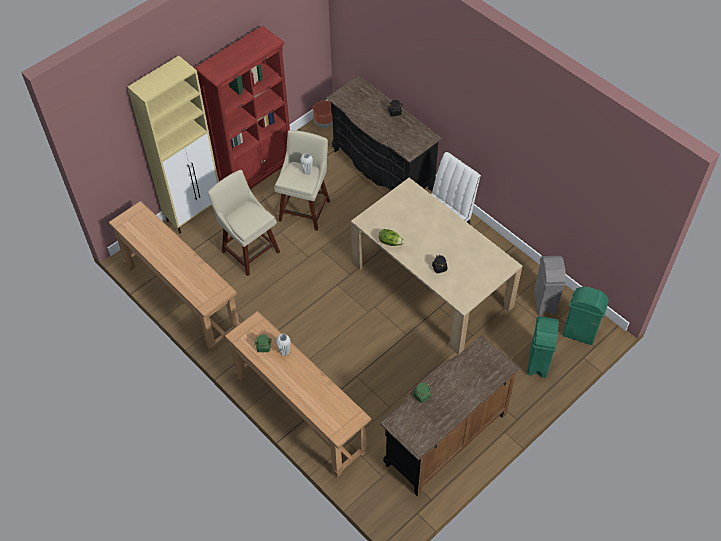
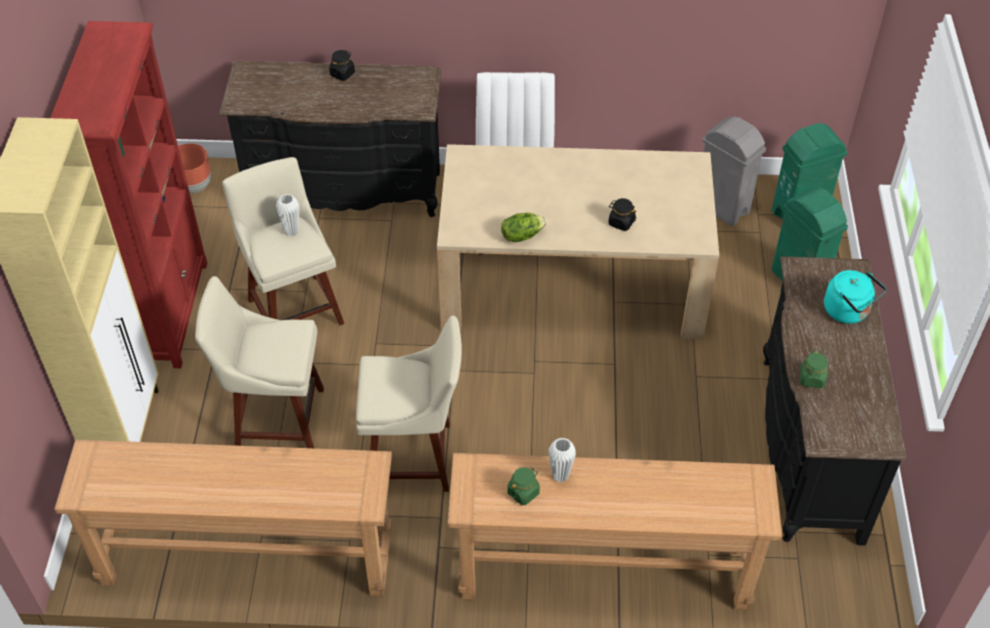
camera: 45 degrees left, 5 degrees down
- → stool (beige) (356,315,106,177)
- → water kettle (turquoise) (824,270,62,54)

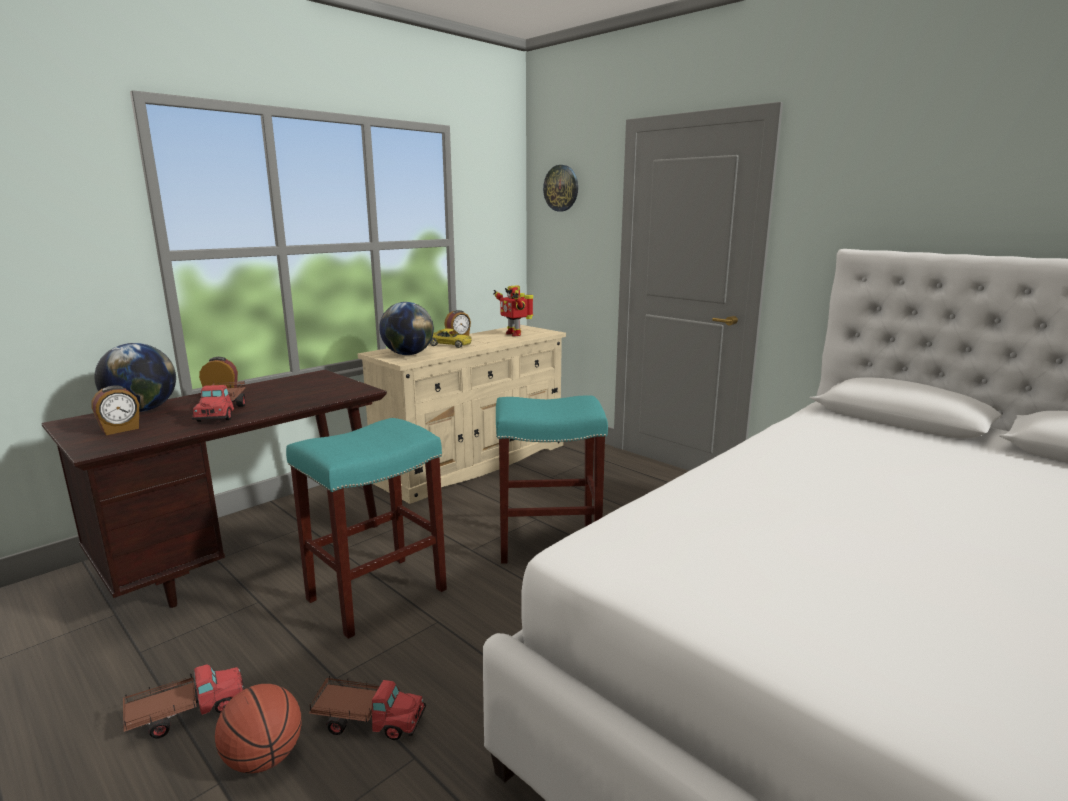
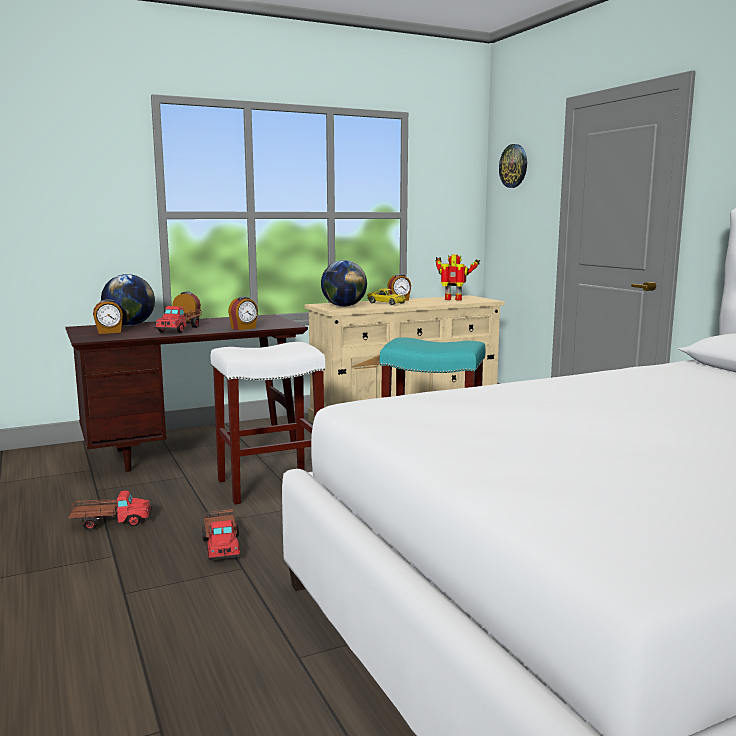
camera: 20 degrees right, 5 degrees down
toy truck (309,676,117,64) → toy truck (202,508,39,52), 45 degrees clockwise
stool (turquoise) (286,418,161,221) → stool (white-coloured) (211,342,115,162)
- → table clock (228,296,30,34)
model robot (493,285,40,51) → model robot (436,254,44,47), 120 degrees clockwise
ball for basketball (215,684,87,89) → -

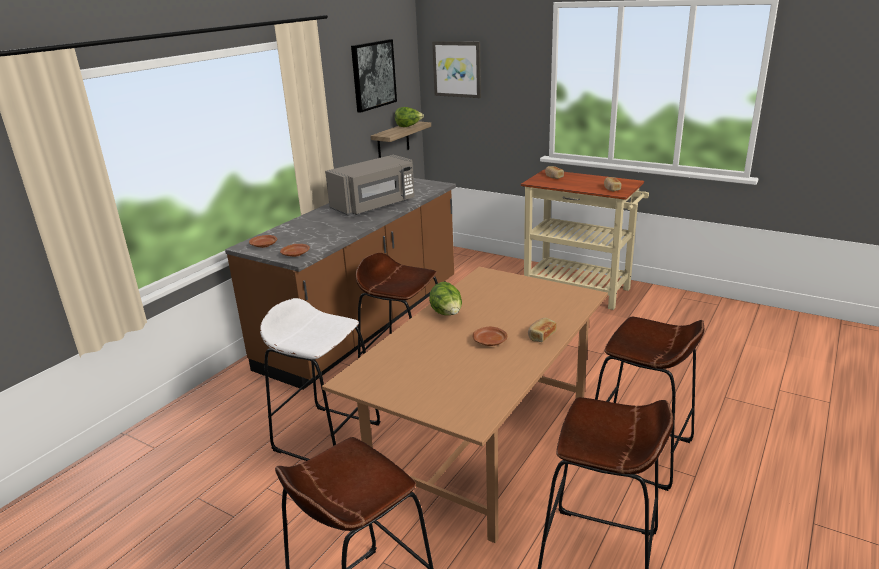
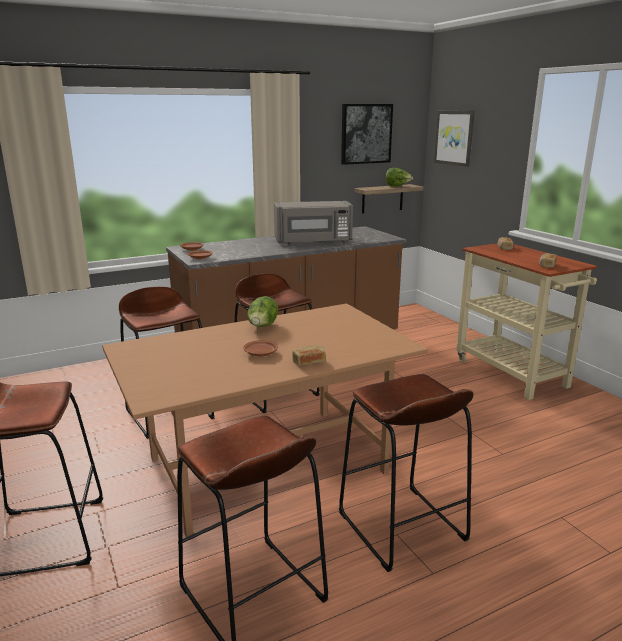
camera: 30 degrees right, 5 degrees down
stool (white-coloured) (260,298,120,163) → stool (brown-coloured) (119,287,96,152)

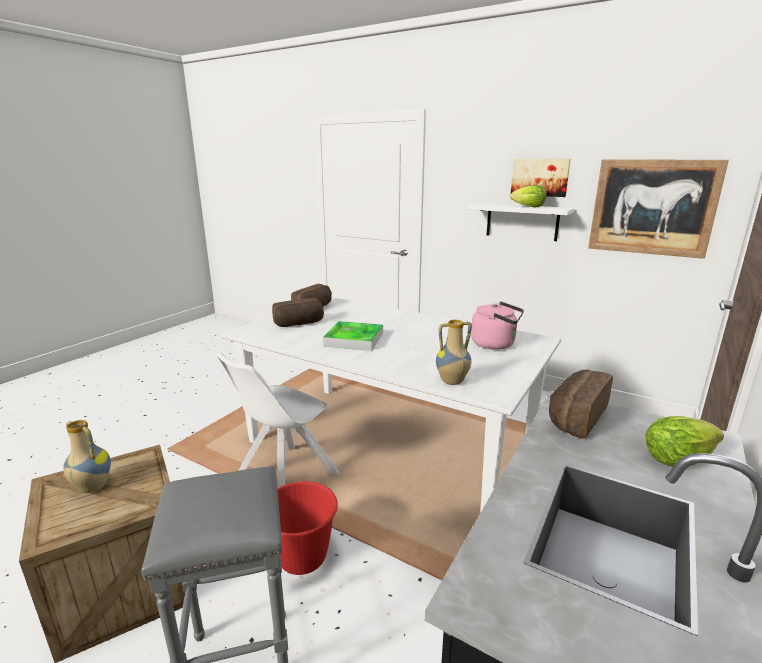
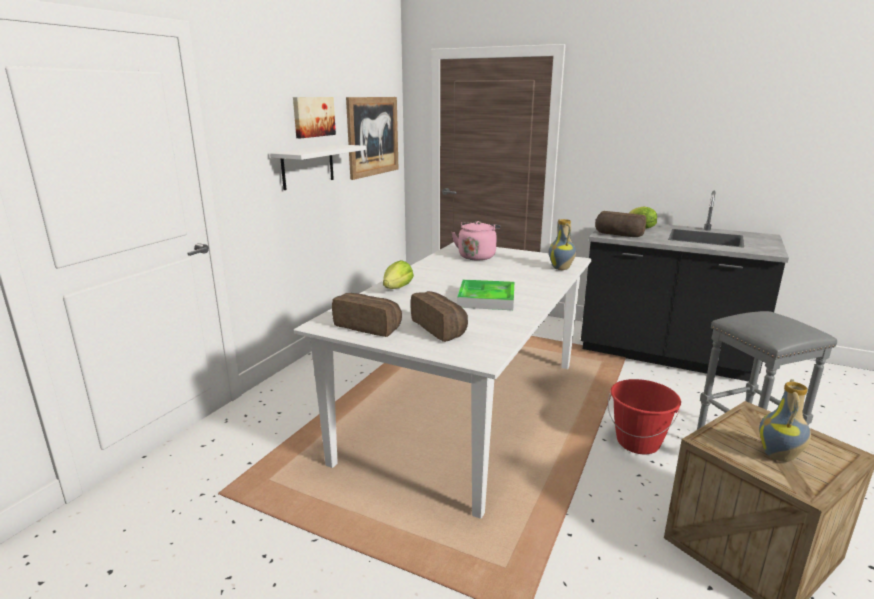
camera: 95 degrees left, 0 degrees up
lettuce head (510,185,36,22) → lettuce head (383,260,31,29), relocated
chair (white-coloured) (216,352,123,135) → -

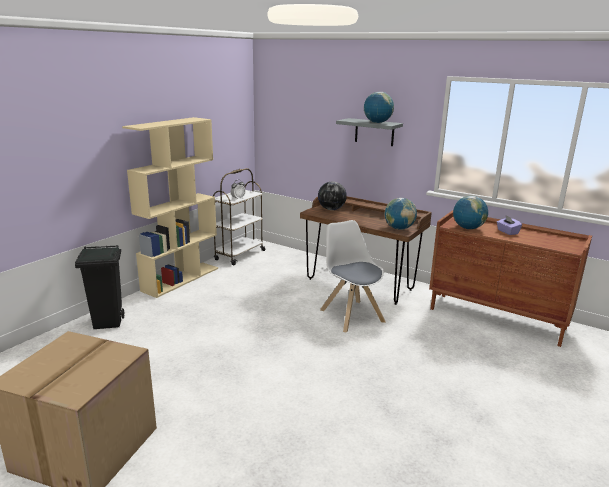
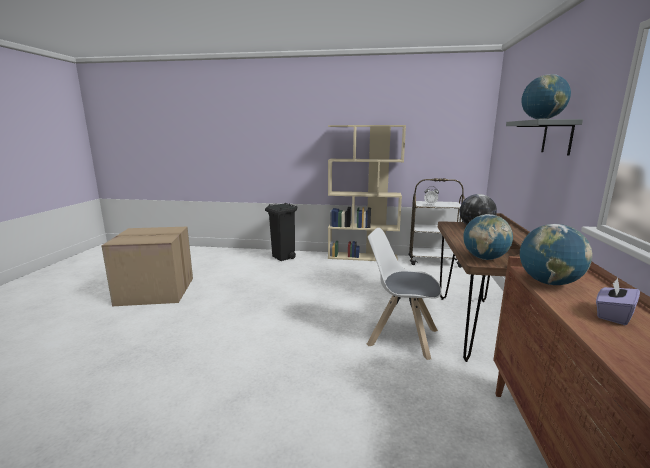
camera: 65 degrees right, 5 degrees down
chair (320,220,66,113) → chair (367,228,74,132), 105 degrees counterclockwise

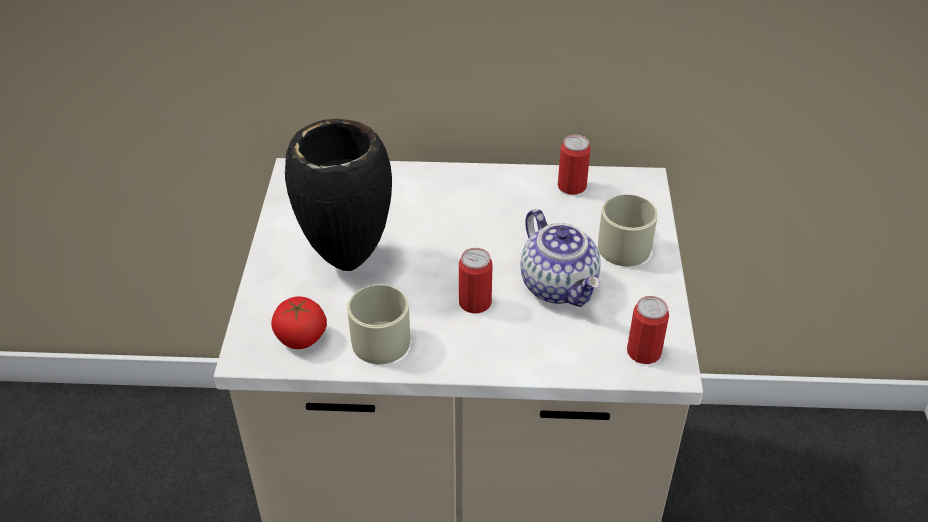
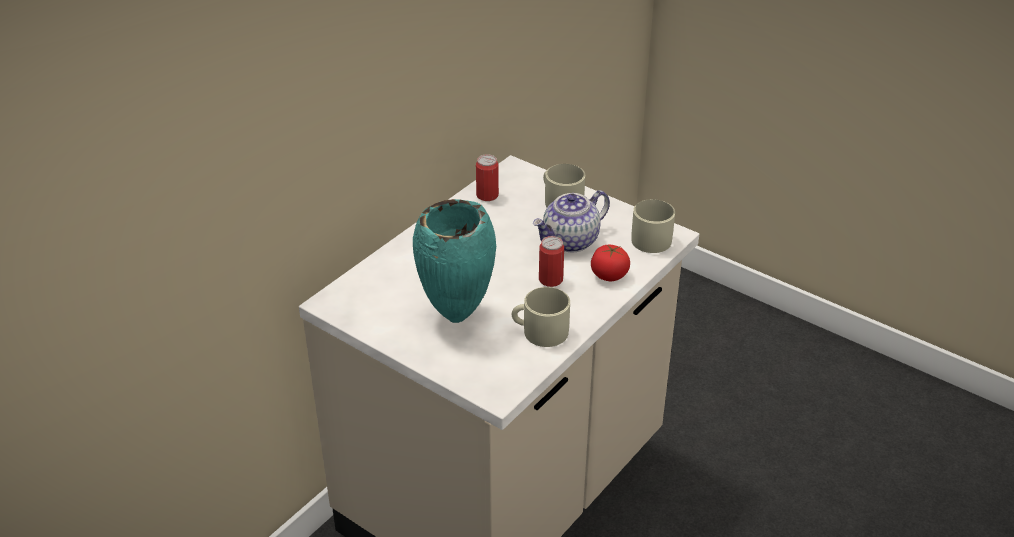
camera: 55 degrees left, 5 degrees down
decorative vase (black-coloured) (285,119,107,152) → decorative vase (turquoise) (413,199,83,124)
tea pot (520,209,81,98) → tea pot (532,190,78,62), 135 degrees clockwise
tomato (271,297,56,52) → tomato (591,245,39,36), relocated
metal can (627,296,42,68) → coffee mug (beige) (631,199,44,54)

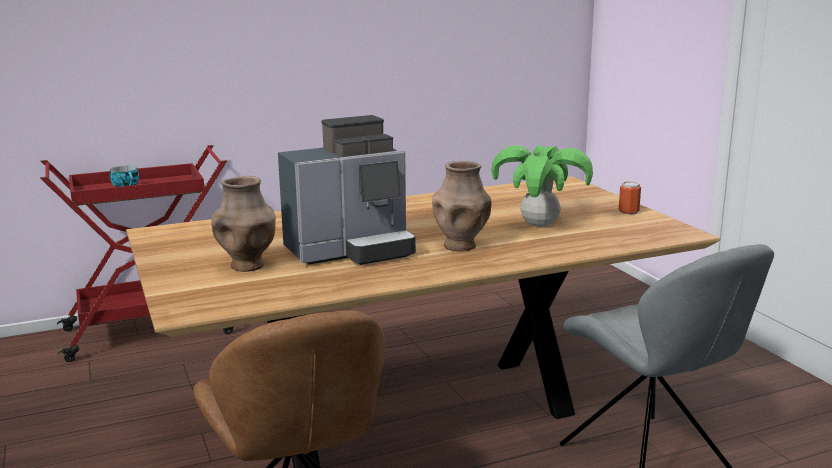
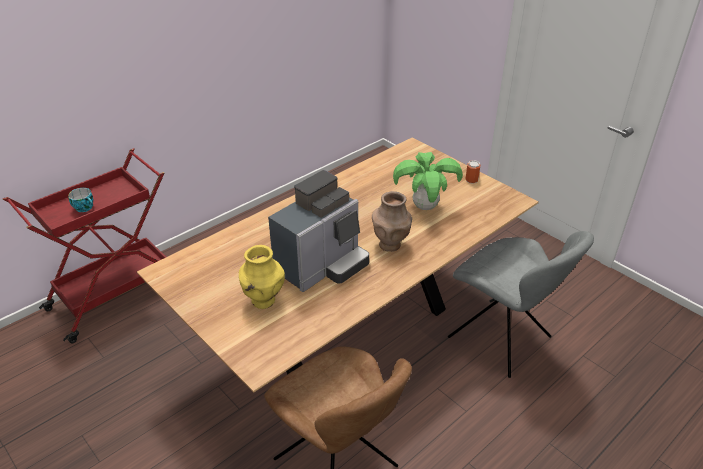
camera: 20 degrees left, 20 degrees up
decorative vase (brown-coloured) (211,176,65,96) → decorative vase (yellow-coloured) (239,245,46,64)

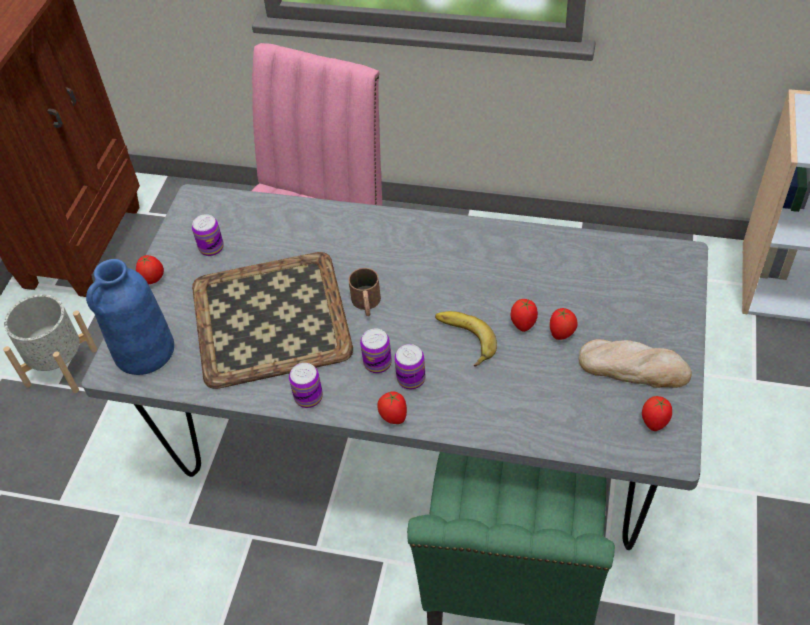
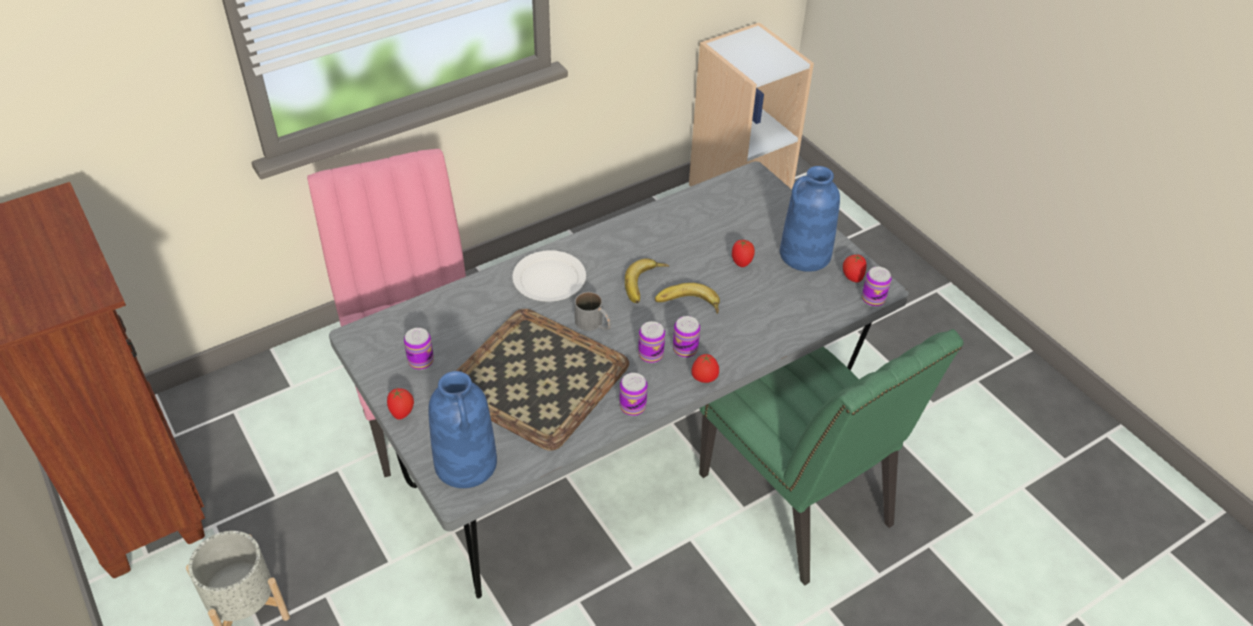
camera: 50 degrees left, 5 degrees down
- → dinner plate (white-coloured) (512,250,74,51)
coffee mug (brown-coloured) (348,268,33,48) → coffee mug (gray) (575,292,36,39)
- → banana fruit (625,258,44,45)
bakery bread (578,339,114,49) → decorative vase (blue-coloured) (780,166,60,106)
- → metal can (862,267,30,40)
tomato (511,299,27,33) → -

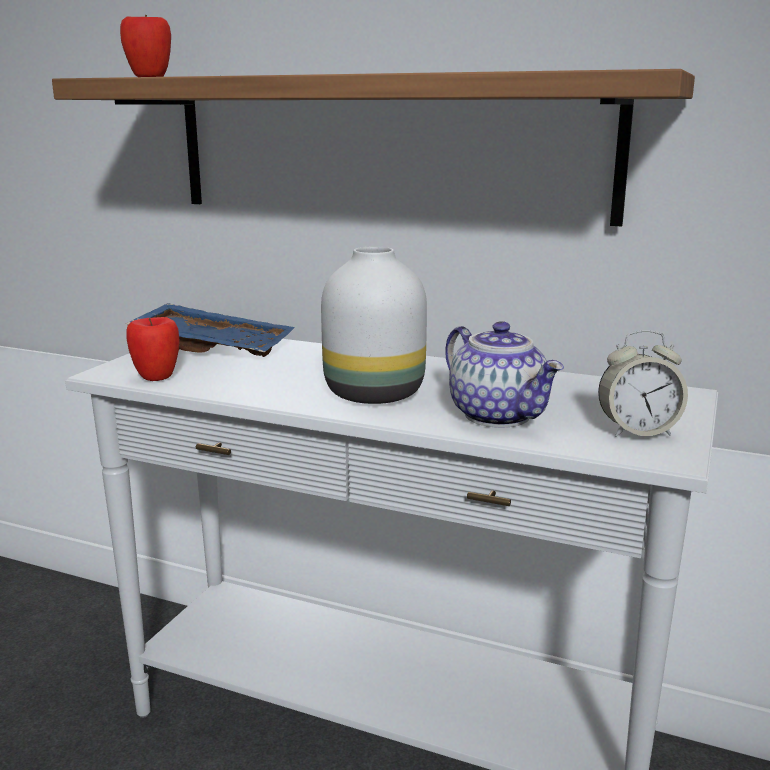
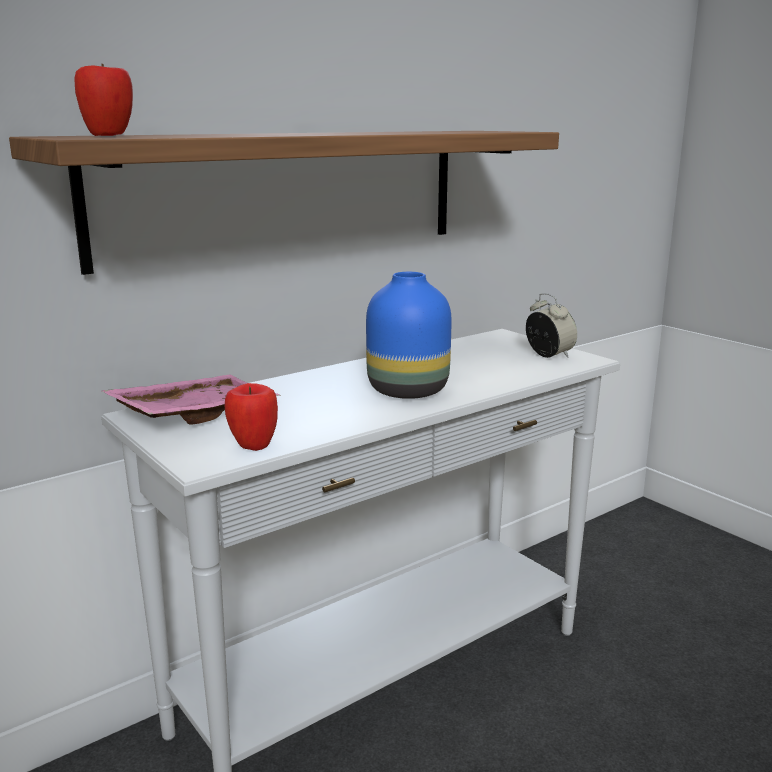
camera: 60 degrees left, 0 degrees up
serving tray (blue-coloured) (126,303,169,54) → serving tray (pinkish) (102,375,180,49)
decorative vase (white-coloured) (321,246,106,158) → decorative vase (blue-coloured) (366,272,86,127)
table clock (598,330,90,107) → table clock (526,293,51,65), 60 degrees counterclockwise
tea pot (445,321,119,107) → -

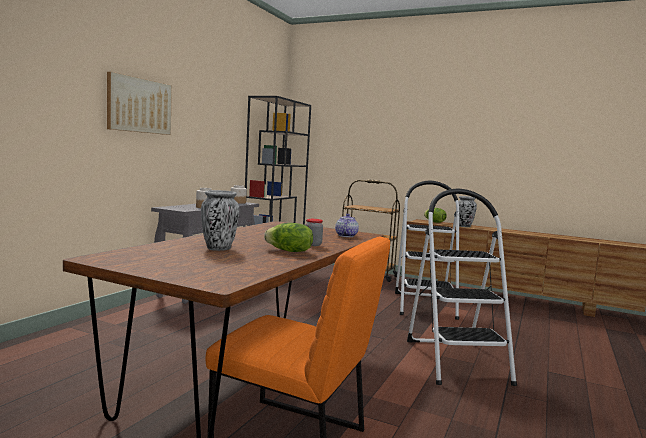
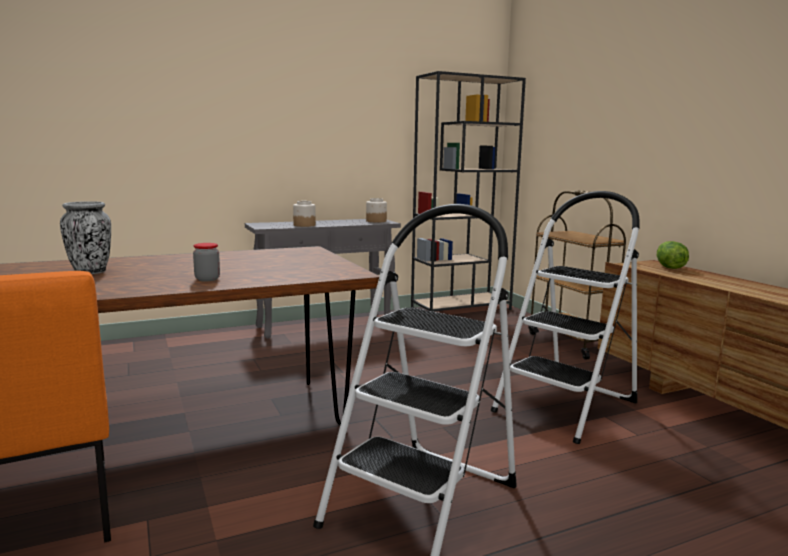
camera: 40 degrees right, 5 degrees up
wall art (107,72,65,63) → -
lettuce head (264,223,49,29) → -
tea pot (335,214,24,23) → -
decorative vase (458,196,19,31) → -

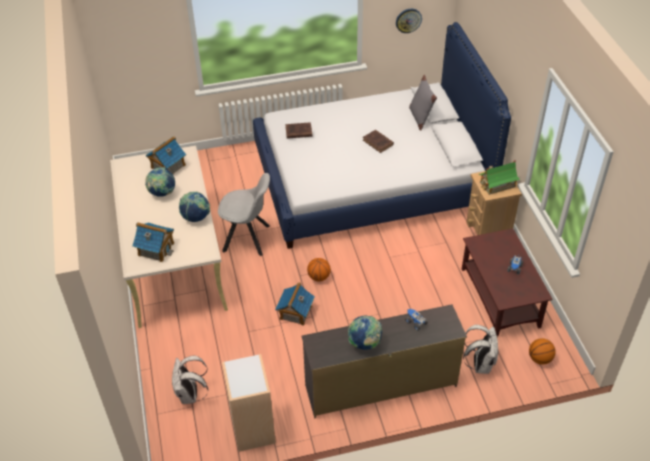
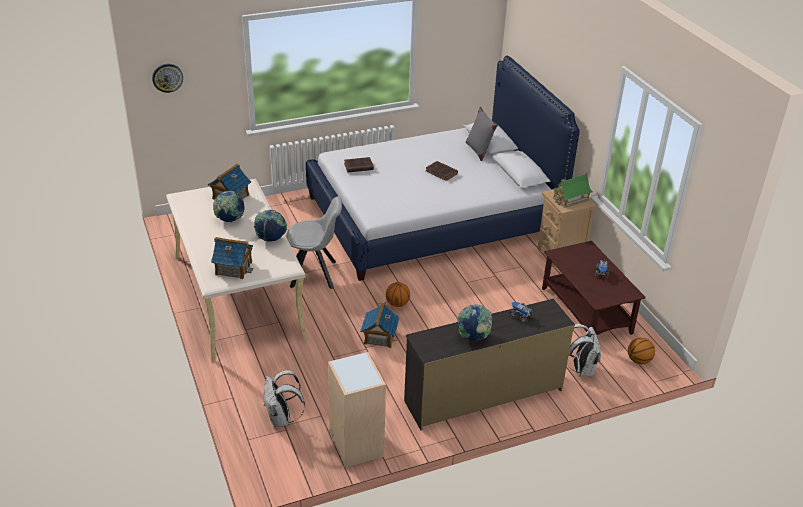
camera: 10 degrees left, 10 degrees down
clock on the wall (396,9,26,24) → clock on the wall (152,64,31,29), relocated

